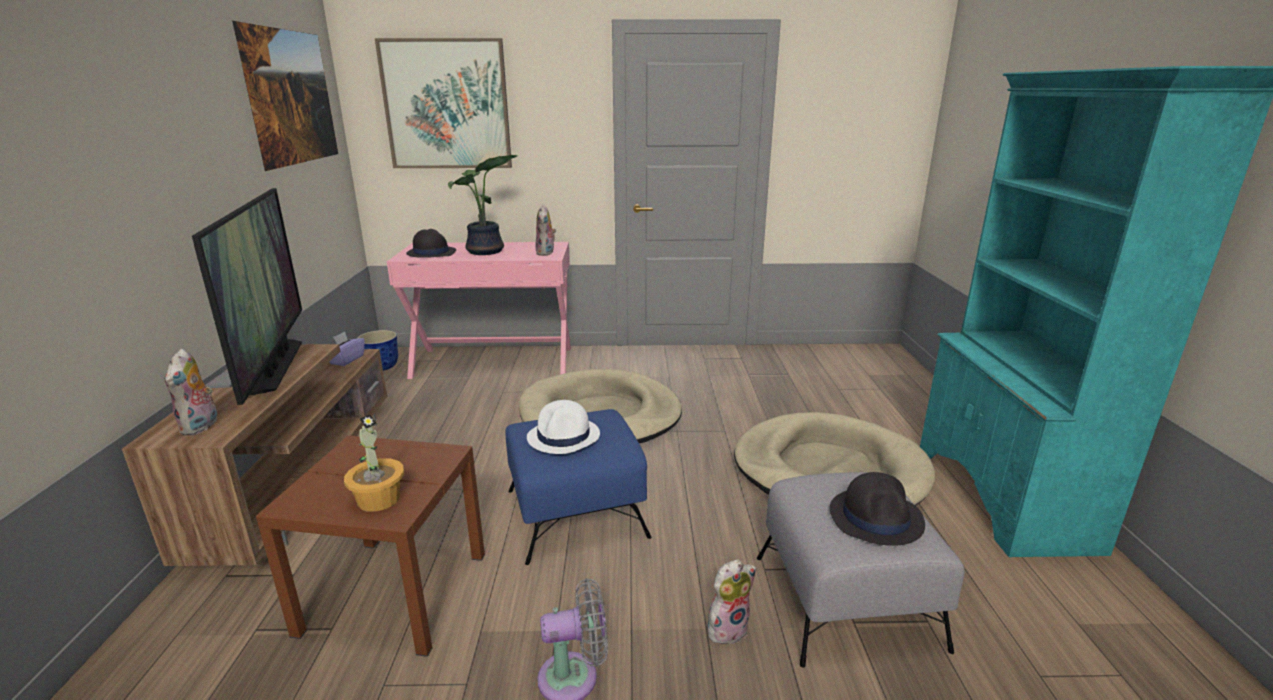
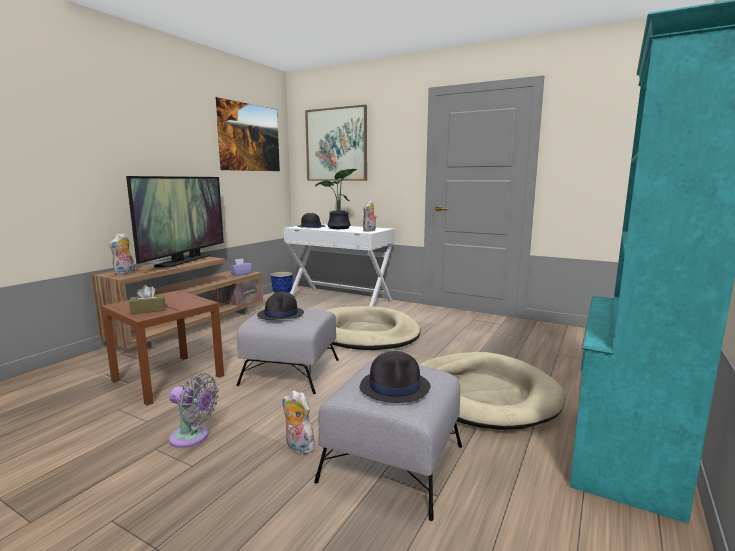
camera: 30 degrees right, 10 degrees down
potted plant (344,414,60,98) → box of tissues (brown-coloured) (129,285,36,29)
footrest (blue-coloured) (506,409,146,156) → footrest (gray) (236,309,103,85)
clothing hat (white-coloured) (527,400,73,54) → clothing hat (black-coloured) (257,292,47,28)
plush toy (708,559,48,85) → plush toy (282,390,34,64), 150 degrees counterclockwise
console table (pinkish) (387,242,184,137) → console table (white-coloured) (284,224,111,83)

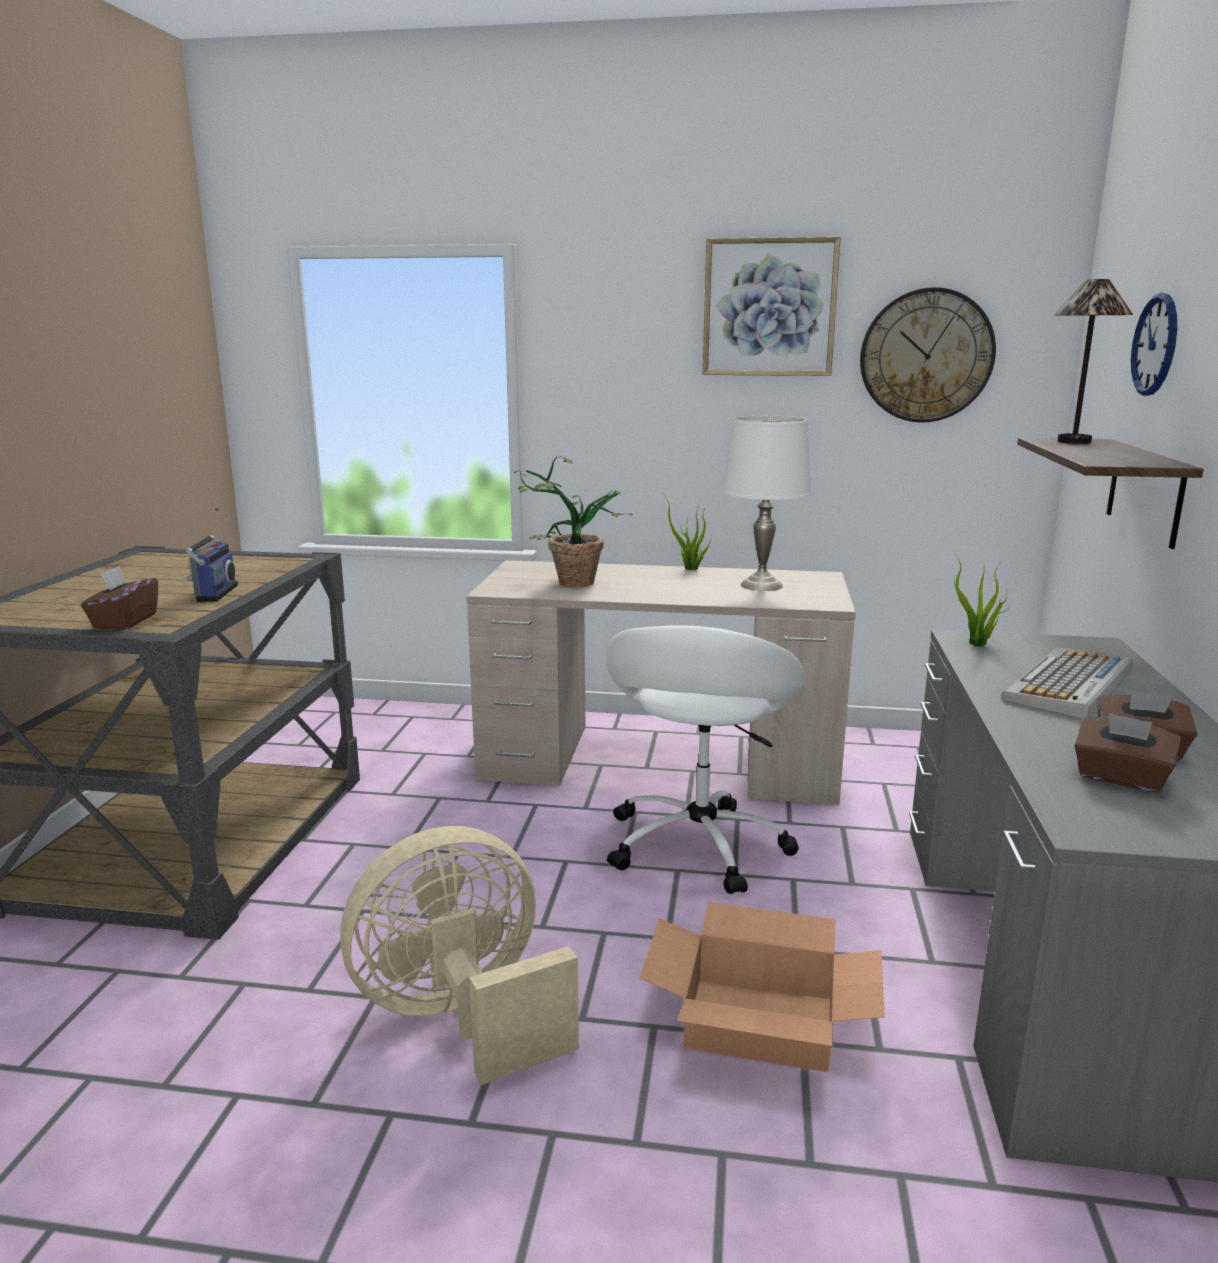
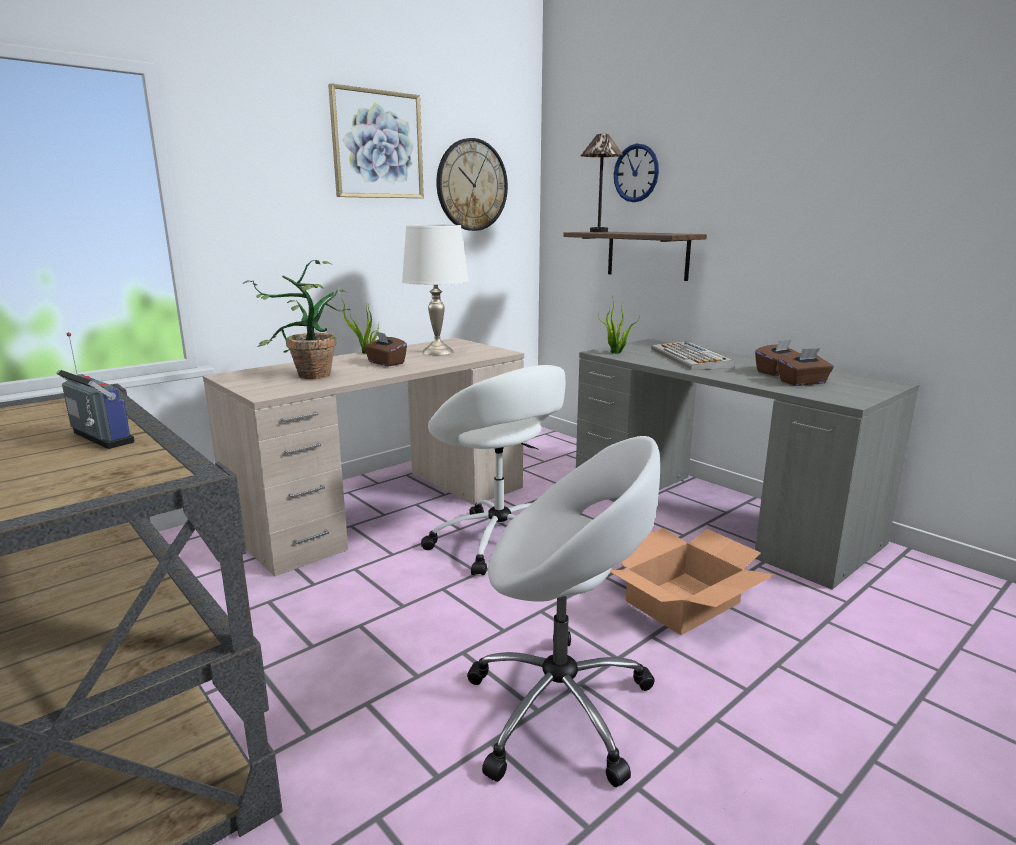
camera: 50 degrees left, 0 degrees up
box of tissues (brown-coloured) (81,566,77,64) → box of tissues (brown-coloured) (364,331,43,36), relocated
electric fan (beige) (341,826,238,259) → office chair (white-coloured) (467,436,193,351)

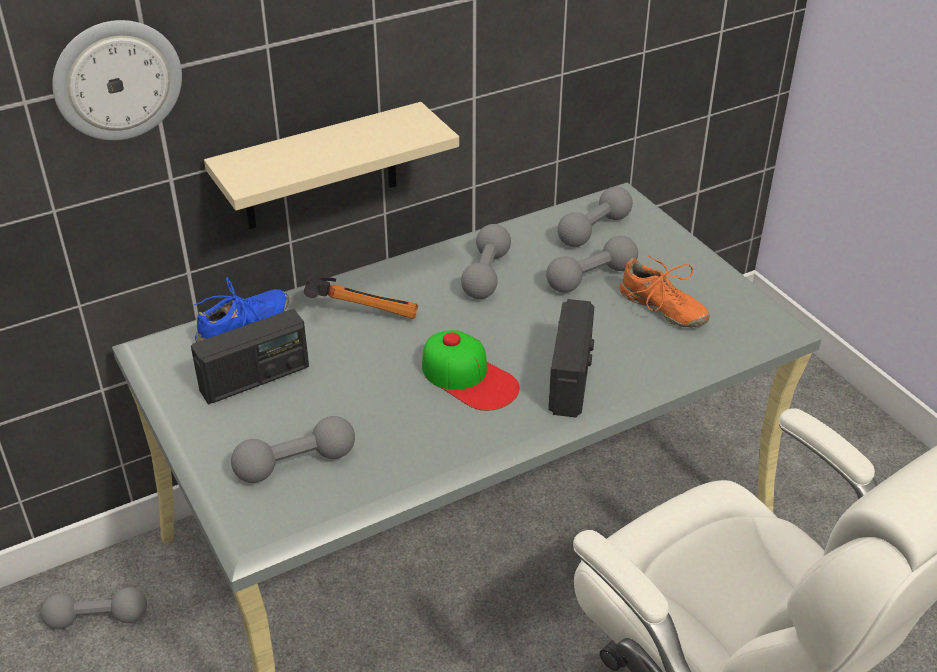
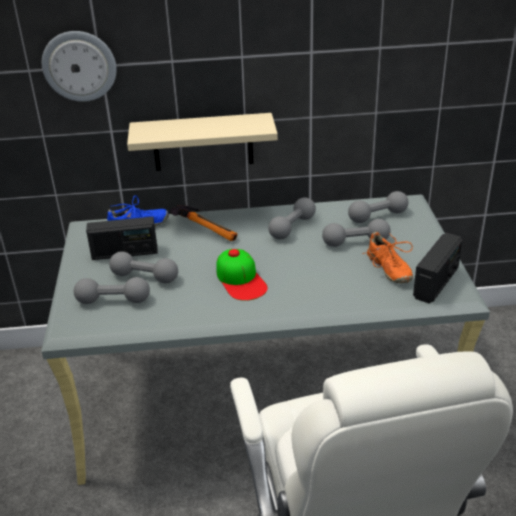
camera: 25 degrees right, 5 degrees down
dumbbell (gray) (41,587,106,42) → dumbbell (gray) (109,251,69,32), relocated
radio (548,299,46,118) → radio (413,233,49,71), relocated

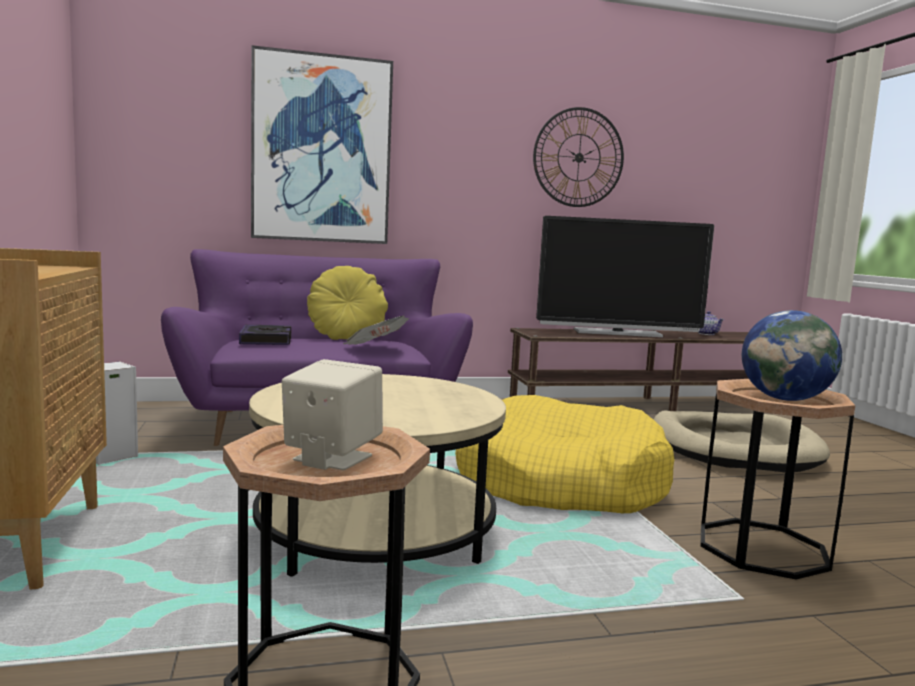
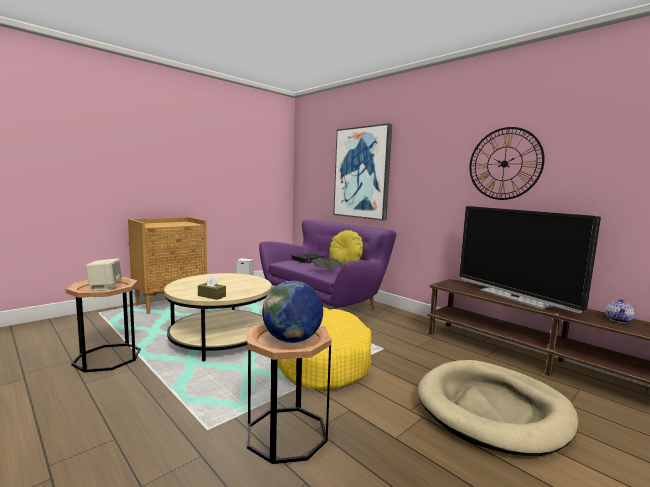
camera: 60 degrees right, 0 degrees up
- → box of tissues (brown-coloured) (198,275,28,25)

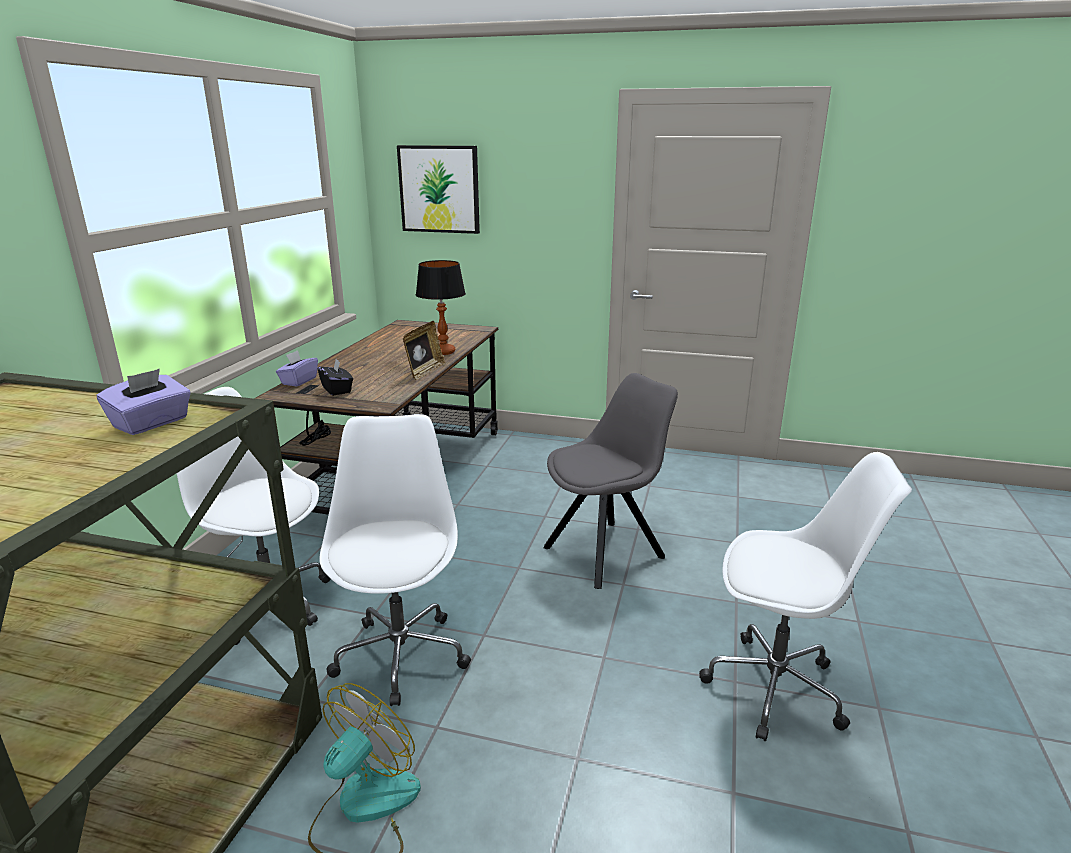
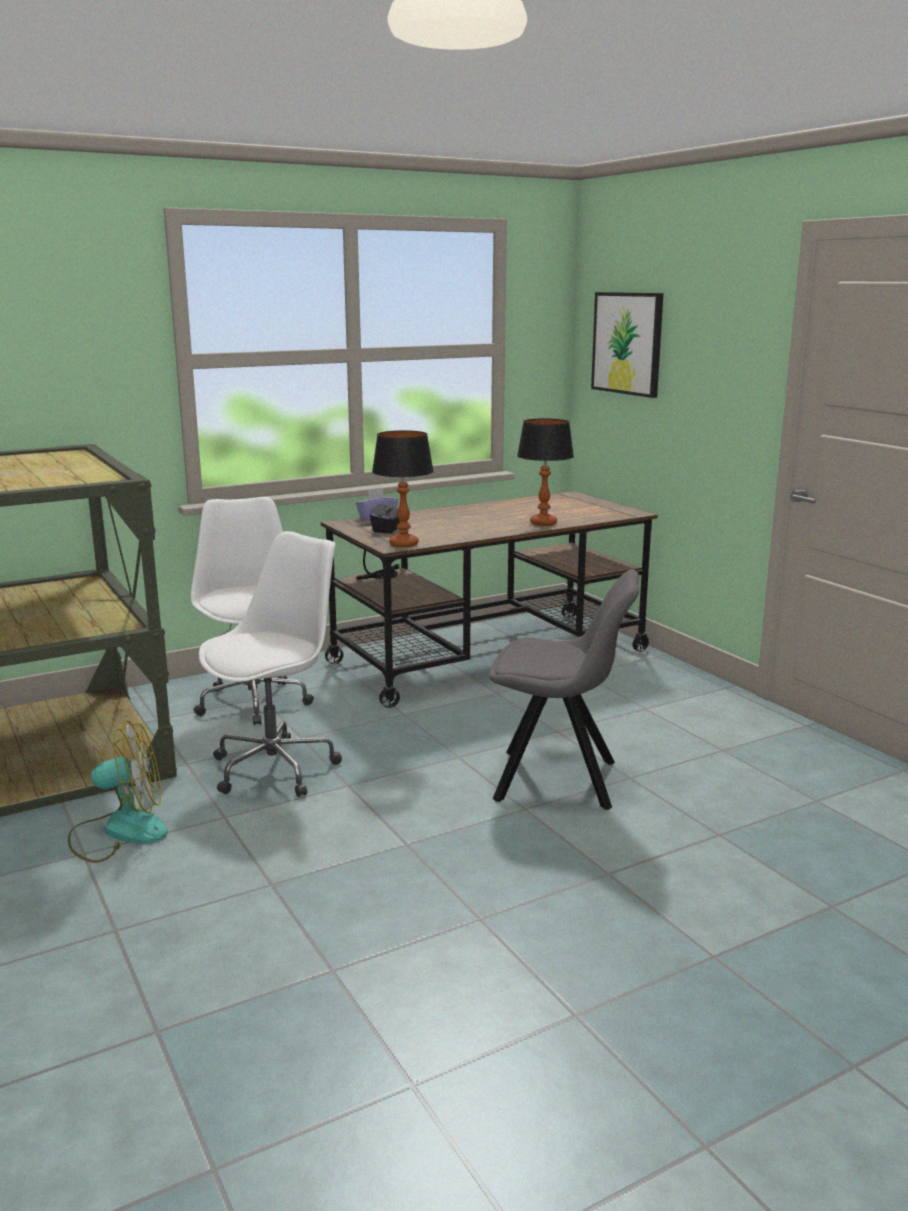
camera: 45 degrees right, 5 degrees down
- → table lamp (372,430,62,117)
box of tissues (purplish) (97,369,94,66) → -
standing frame (403,321,42,59) → -
office chair (white-coloured) (699,452,213,289) → -

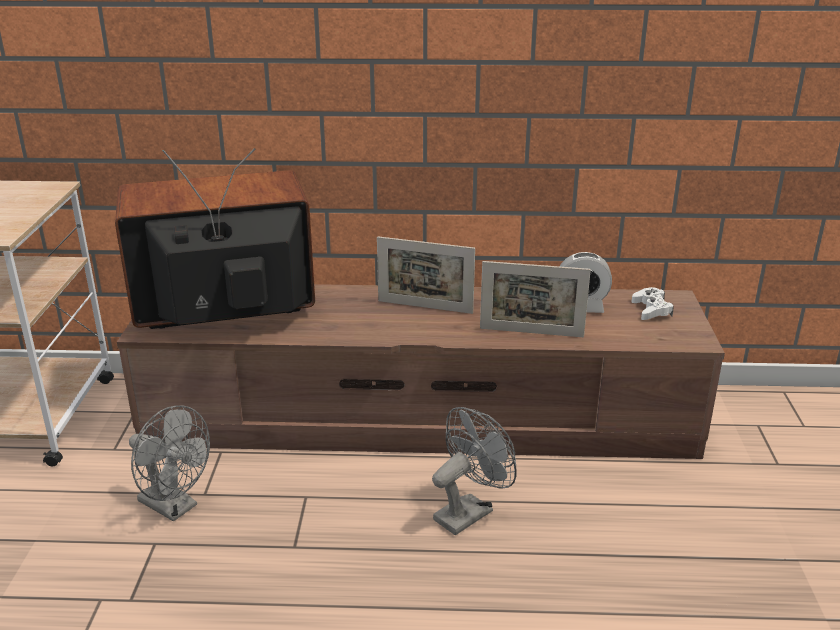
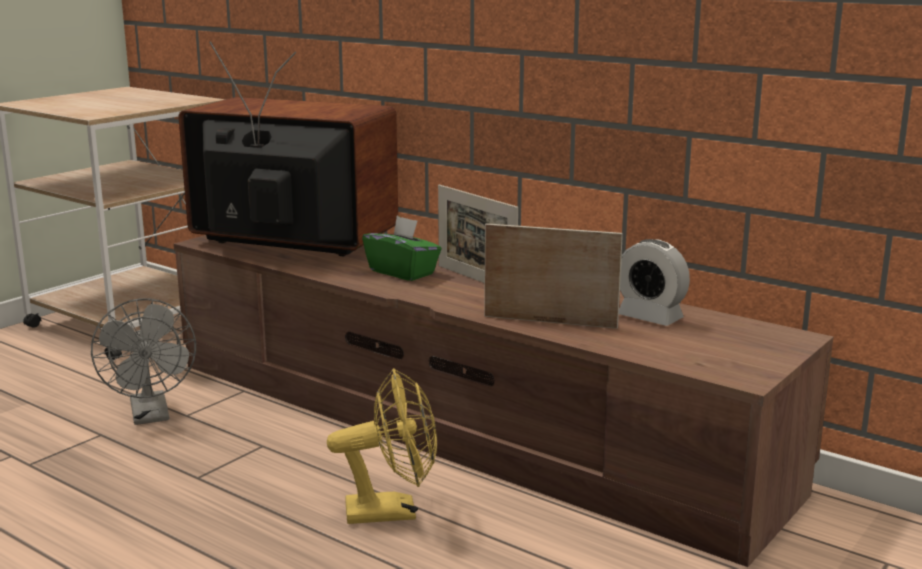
camera: 35 degrees right, 10 degrees down
electric fan (gray) (432,407,85,128) → electric fan (yellow-coloured) (327,368,110,156)
- → box of tissues (green-coloured) (362,216,80,65)
standing frame (480,261,111,76) → standing frame (484,223,139,106), 150 degrees clockwise
game controller (white-coloured) (631,287,43,33) → -

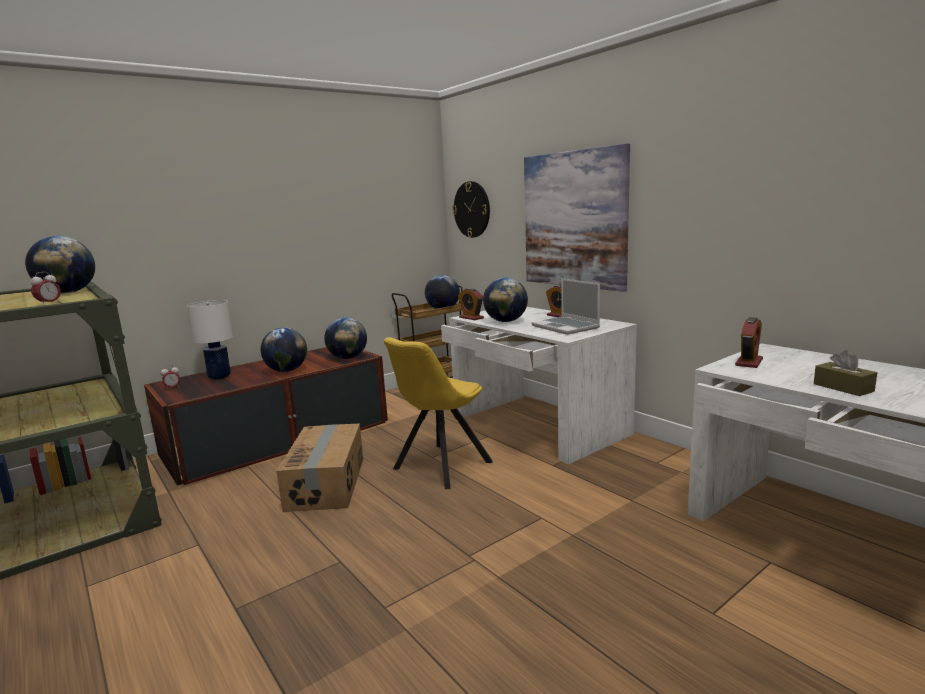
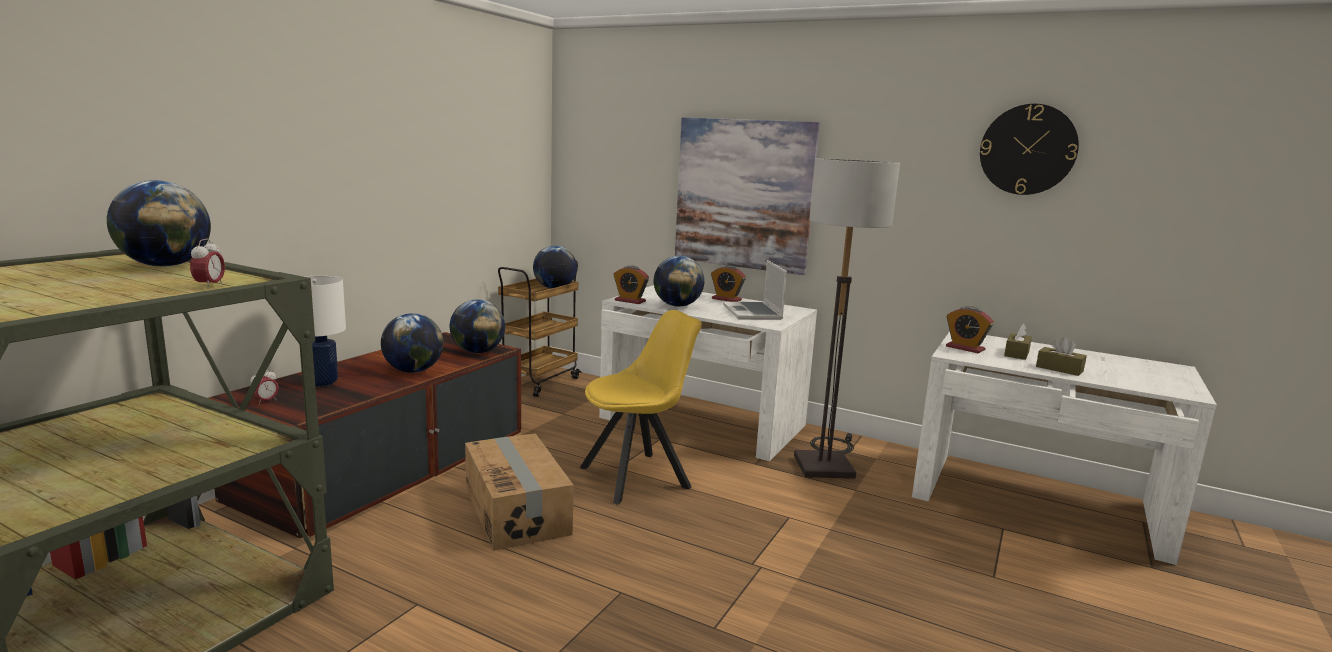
camera: 25 degrees left, 0 degrees up
chair (yellow-coloured) (384,337,109,152) → chair (yellow-coloured) (580,310,122,195), 135 degrees counterclockwise
laptop (531,278,69,57) → laptop (723,260,64,60), 45 degrees clockwise
- → standard lamp (794,158,106,321)
table clock (735,317,28,51) → table clock (946,306,48,47), 120 degrees clockwise
clock on the wall (452,181,38,57) → clock on the wall (980,104,99,91), relocated
- → box of tissues (brown-coloured) (1004,324,28,36)

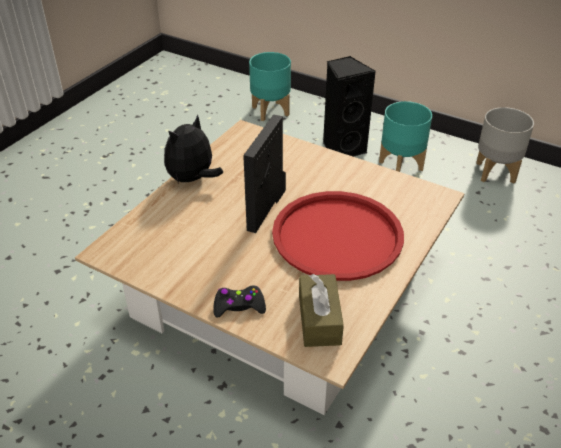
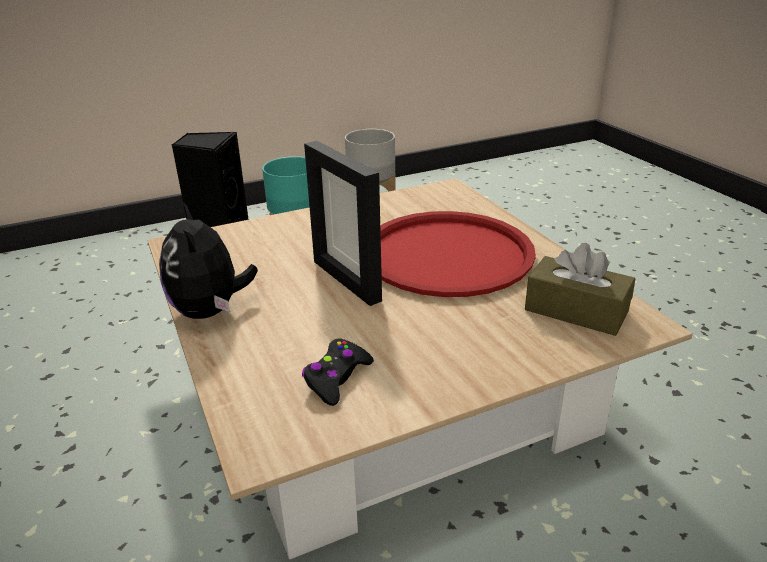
camera: 55 degrees left, 10 degrees down
game controller (black-coloured) (213,286,53,31) → game controller (black-coloured) (302,338,72,68), relocated
plant pot (turquoise) (249,52,42,69) → -

